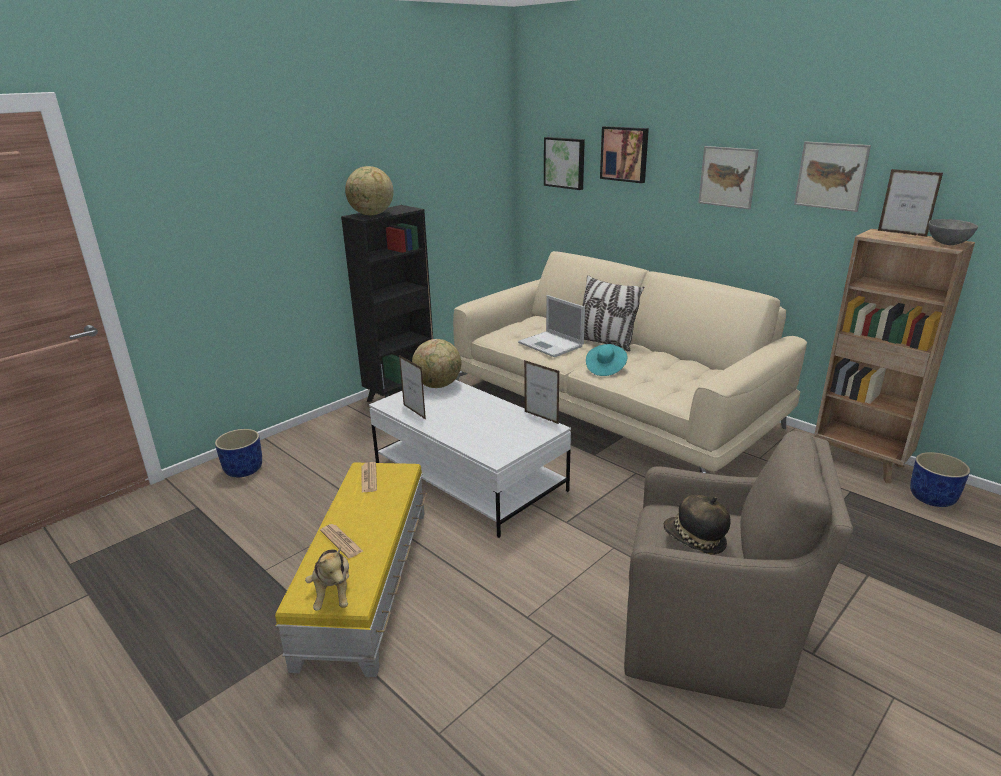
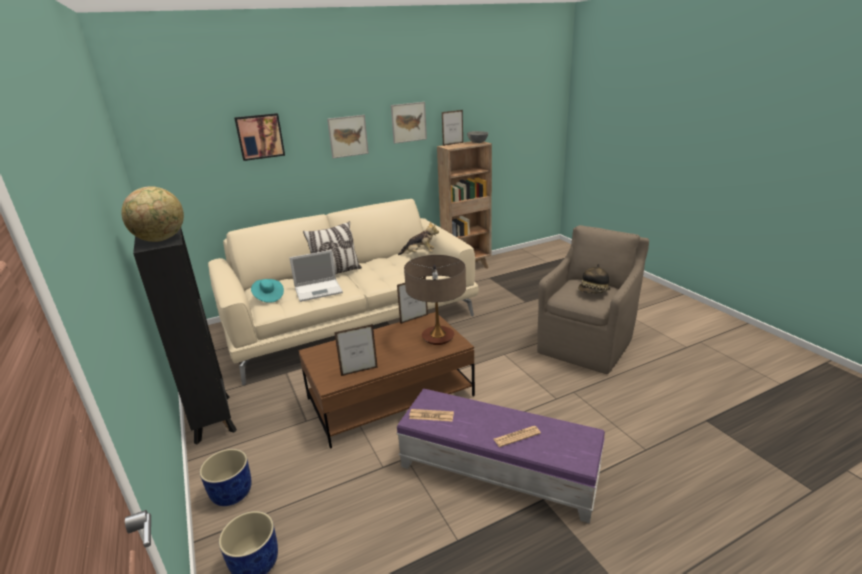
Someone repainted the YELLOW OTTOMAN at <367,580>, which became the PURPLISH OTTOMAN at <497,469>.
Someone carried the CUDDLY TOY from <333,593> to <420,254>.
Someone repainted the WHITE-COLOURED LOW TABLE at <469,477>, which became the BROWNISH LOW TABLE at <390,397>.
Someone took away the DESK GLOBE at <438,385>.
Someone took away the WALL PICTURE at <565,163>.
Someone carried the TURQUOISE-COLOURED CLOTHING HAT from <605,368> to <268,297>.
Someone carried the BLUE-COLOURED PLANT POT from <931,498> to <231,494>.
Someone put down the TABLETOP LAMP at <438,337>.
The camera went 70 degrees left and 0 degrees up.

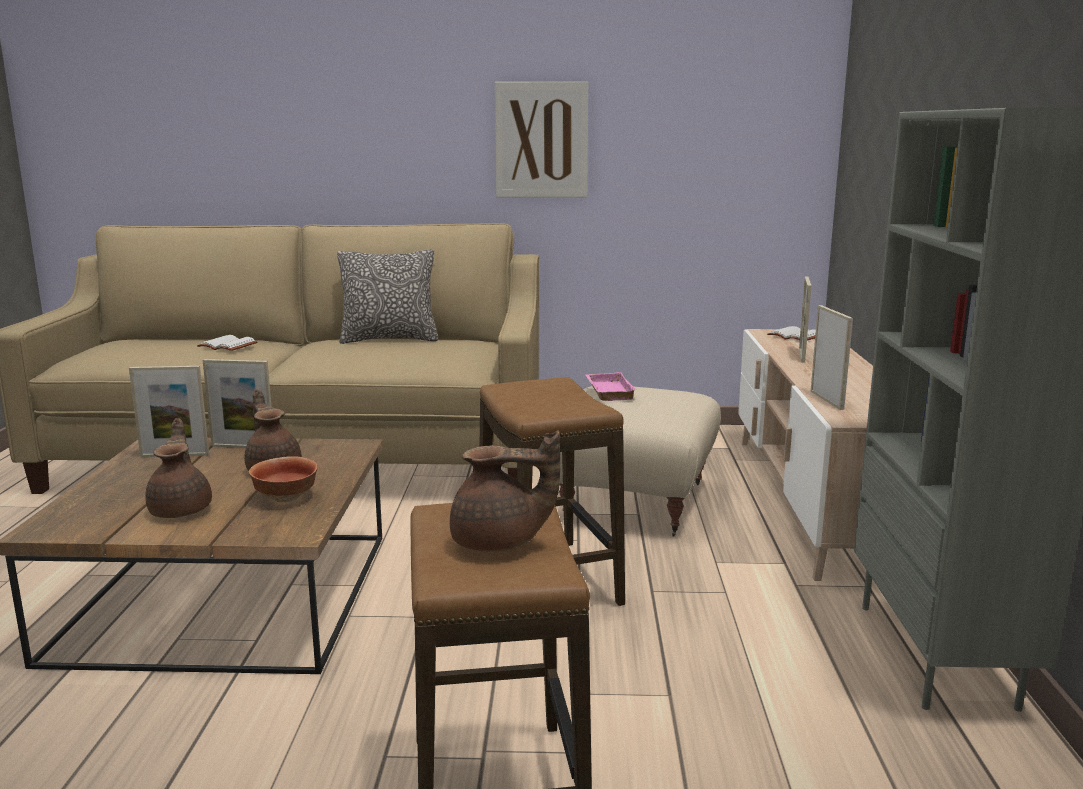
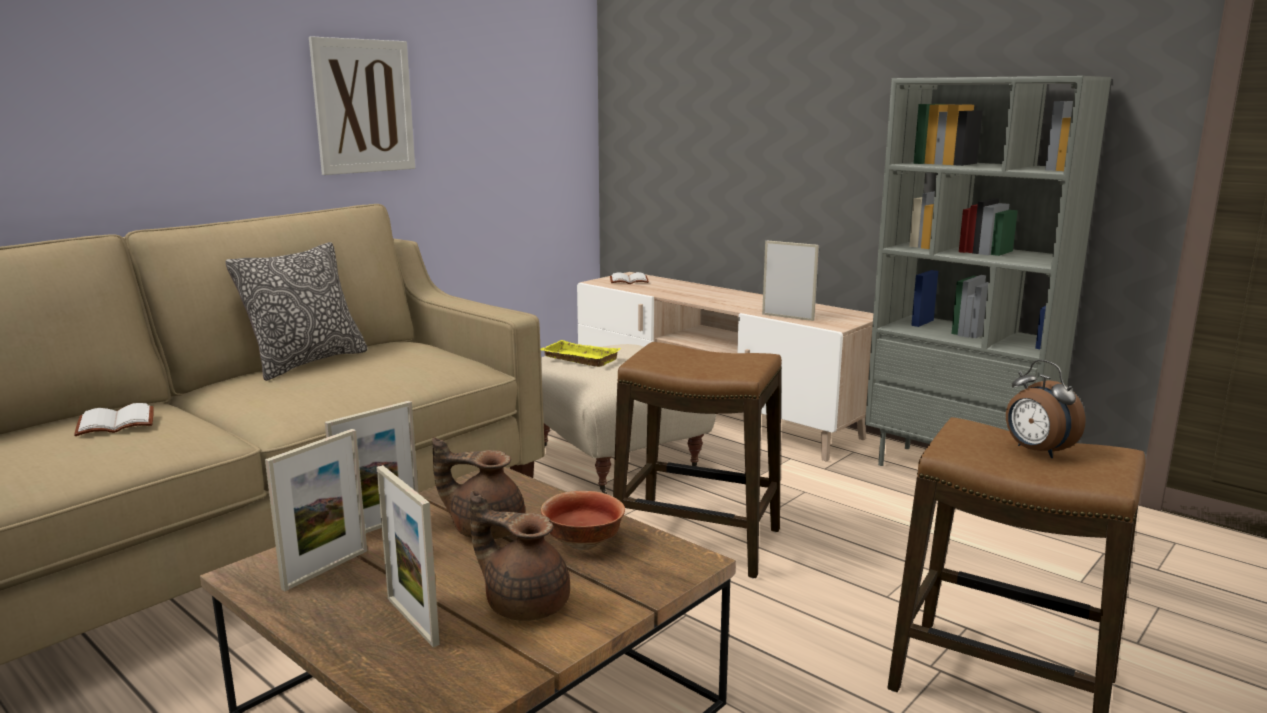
Someone swapped the BROWNISH POT FOR TEA at <499,543> for the BEDSIDE CLOCK at <1036,451>.
Someone repainted the PINKISH CARRYING TRAY at <607,391>, which became the YELLOW CARRYING TRAY at <577,359>.
Someone carried the PHOTO FRAME from <801,356> to <412,621>.
The camera went 50 degrees left and 0 degrees up.

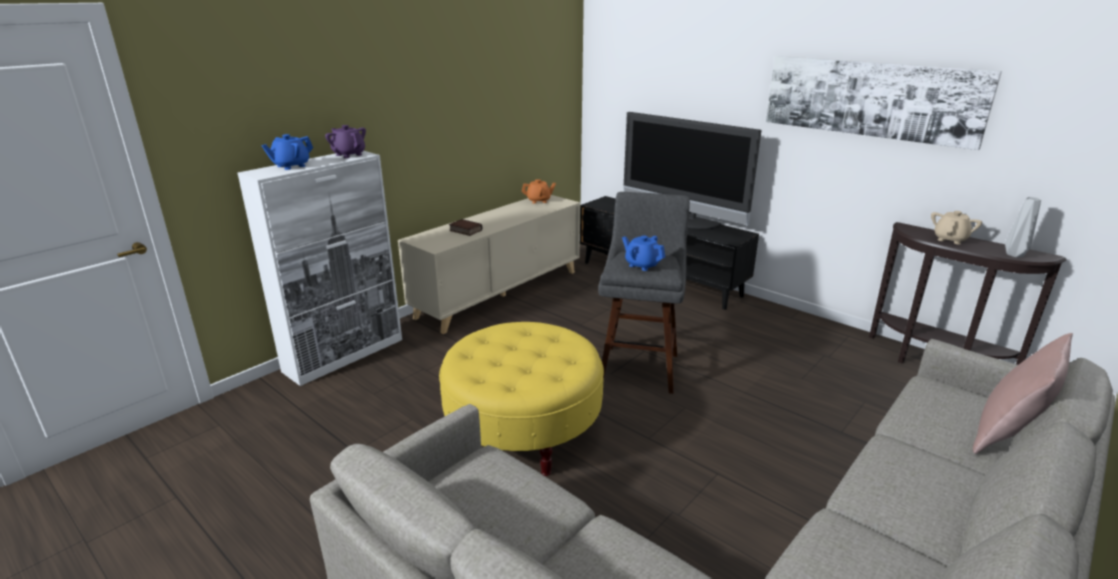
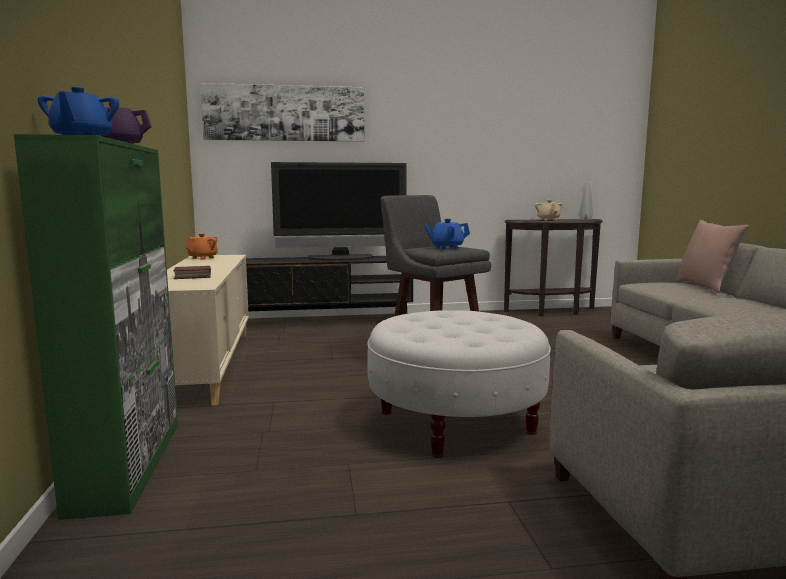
Someone repainted the WHITE-COLOURED CUPBOARD at <345,355>, which became the GREENISH CUPBOARD at <128,464>.
Someone repainted the YELLOW OTTOMAN at <523,430>, which became the WHITE-COLOURED OTTOMAN at <455,422>.
Someone carried the WALL PICTURE from <870,99> to <284,113>.
The camera went 50 degrees left and 15 degrees down.

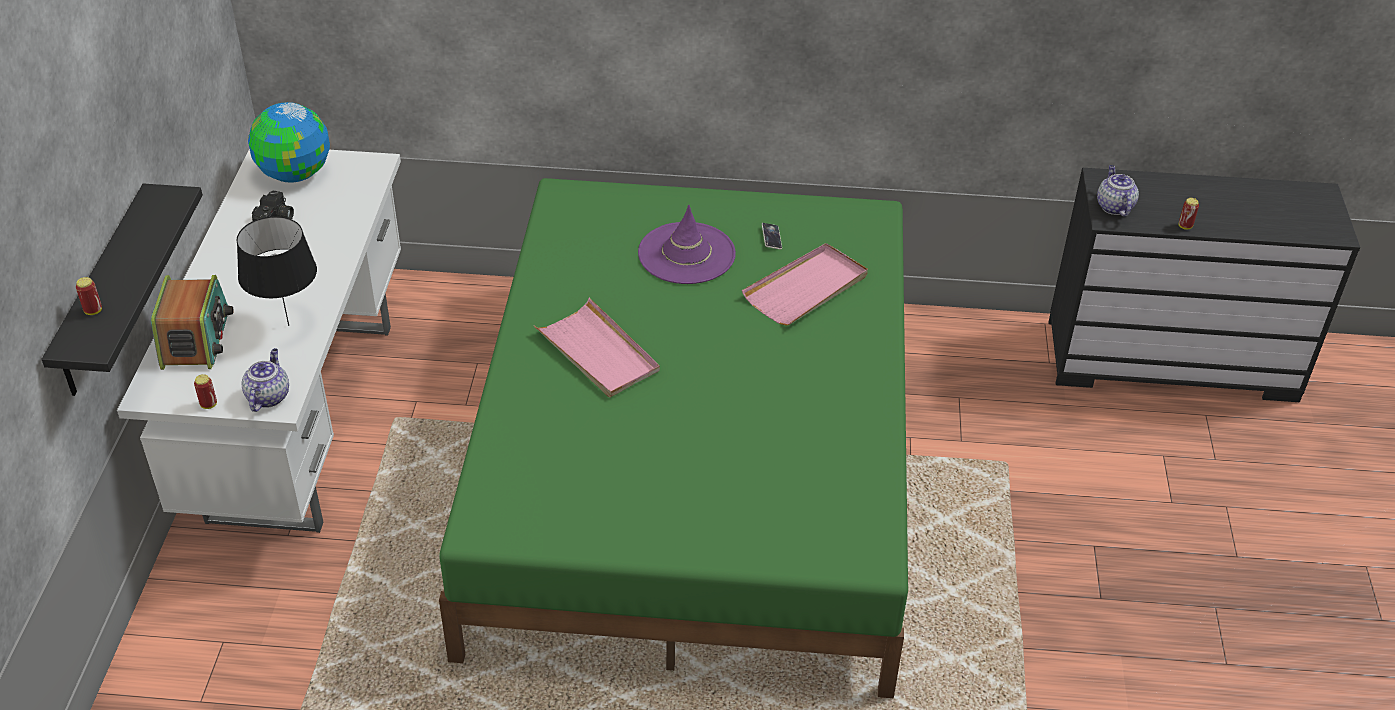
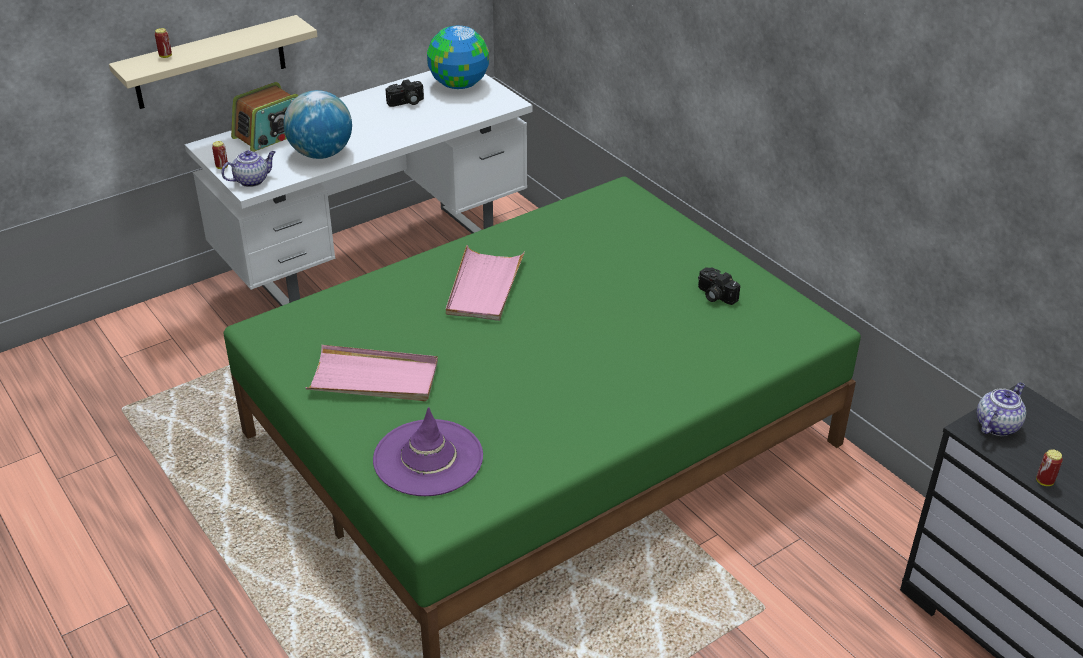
Someone repainted the BLACK SHELF at <103,293>, which became the BEIGE-COLOURED SHELF at <210,63>.
Someone swapped the BLACK TABLETOP LAMP at <287,325> for the DESK GLOBE at <321,154>.
Someone carried the PURPLISH CLOTHING HAT from <686,254> to <428,458>.
Someone carried the PINKISH CARRYING TRAY from <806,288> to <374,378>.
Someone swapped the HANDSET at <771,238> for the PHOTO CAMERA at <714,295>.
The camera went 50 degrees right and 5 degrees down.

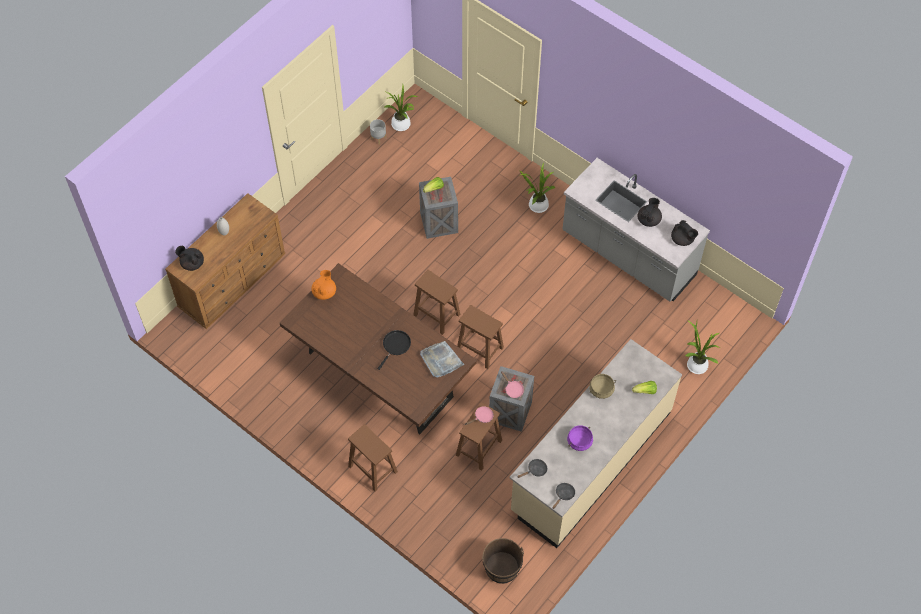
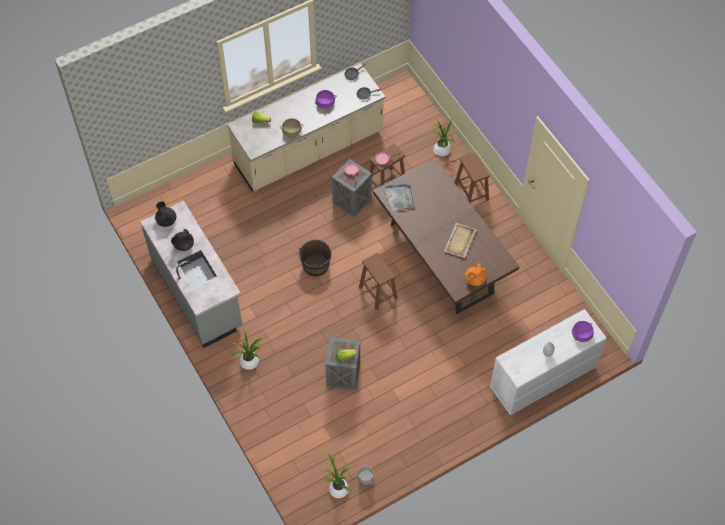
Someone repainted the BROWNISH DRESSER at <233,281>, which became the WHITE-COLOURED DRESSER at <542,378>.
Someone swapped the BLACK POT FOR TEA at <192,263> for the PURPLISH SAUCEPOT at <581,334>.
Someone took away the BLACK SKILLET at <395,346>.
Someone took away the BROWNISH STOOL SEAT at <480,349>.
Someone carried the BROWNISH WATER BUCKET from <502,568> to <316,265>.
Someone carried the POTTED PLANT from <696,364> to <442,151>.
Someone put down the BEIGE-COLOURED CARRYING TRAY at <460,241>.
The camera went 160 degrees left and 0 degrees up.

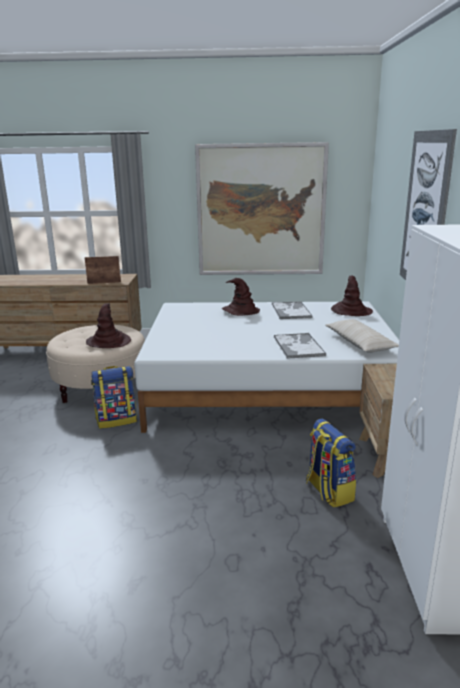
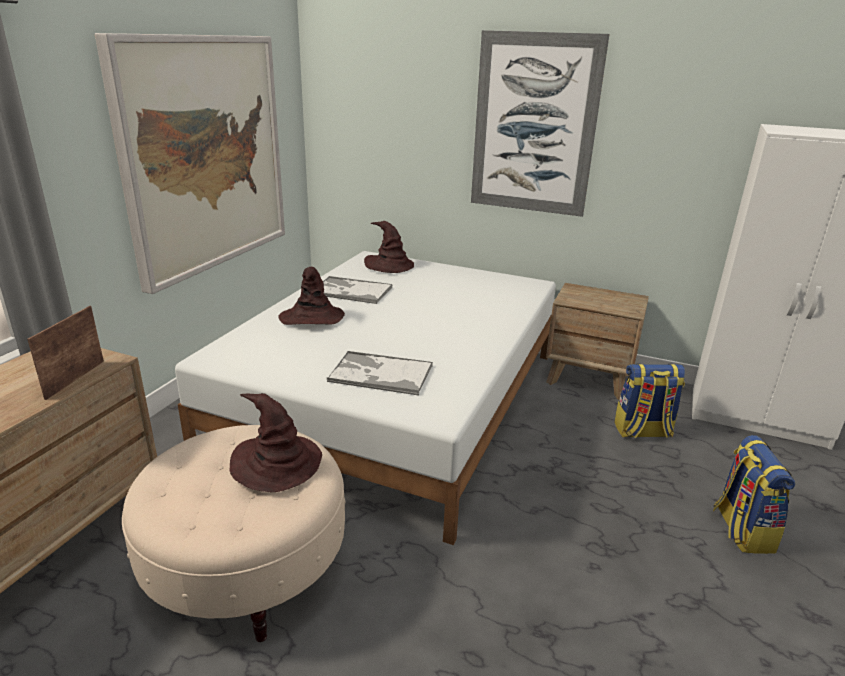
Someone carried the BACKPACK from <117,420> to <741,530>.
Someone carried the CARRYING TRAY from <298,346> to <380,374>.
Someone took away the BEIGE-COLOURED CUSHION at <359,343>.
The camera went 70 degrees left and 5 degrees up.

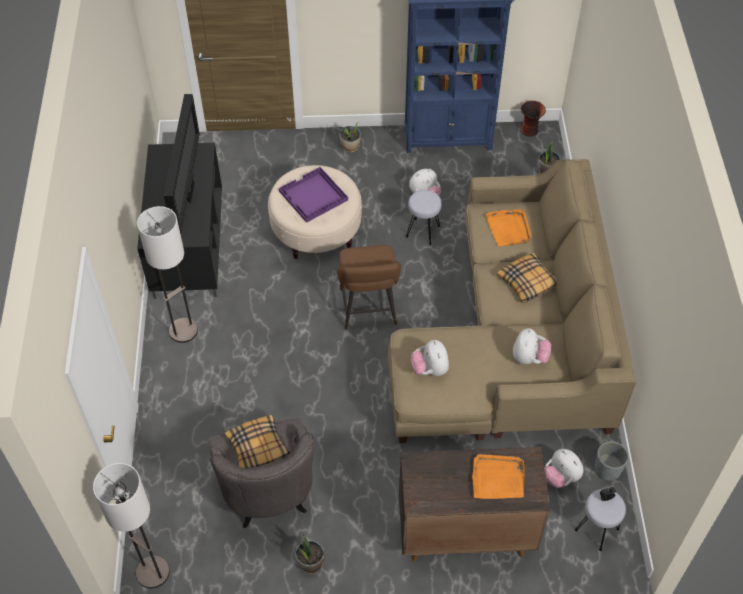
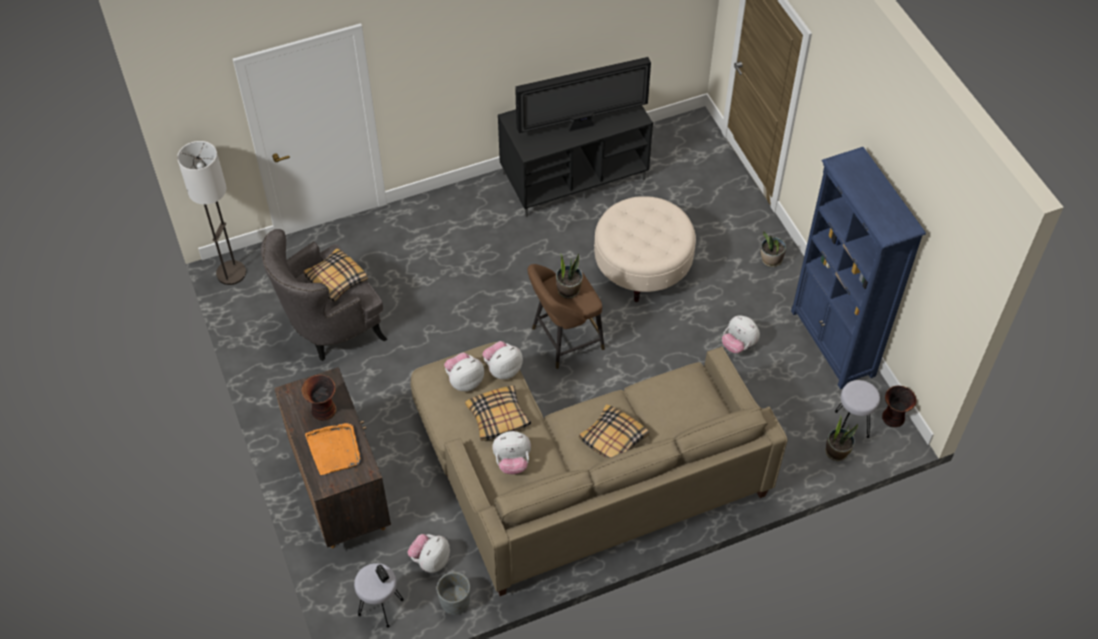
Someone took away the STANDING LAMP at <183,331>.
Someone took away the PURPLISH CARRYING TRAY at <313,196>.
Someone carried the POTTED PLANT from <310,563> to <568,290>.
Someone carried the GREY STOOL SEAT from <423,231> to <851,424>.
Someone took away the ORANGE-COLOURED CARRYING TRAY at <509,229>.
Someone put down the FLOWER VASE at <323,411>.
Someone put down the CUSHION at <498,418>.
Someone put down the CUDDLY TOY at <502,369>.
The camera went 70 degrees right and 0 degrees up.

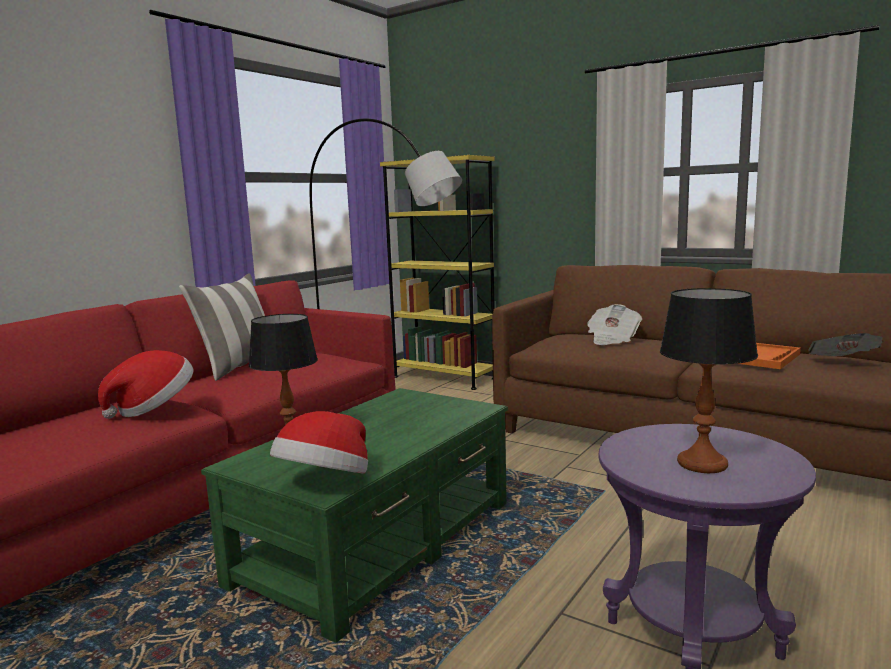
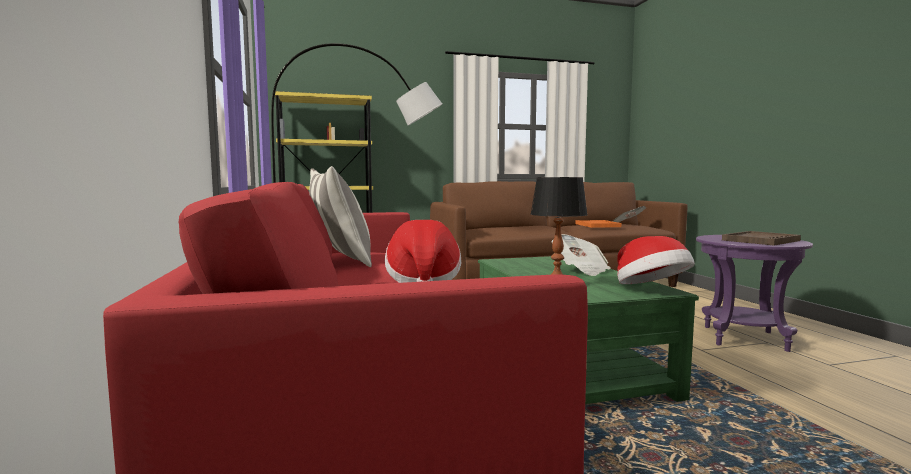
Someone carried the PRINTED PAPER from <612,339> to <580,270>.
Someone swapped the TABLETOP LAMP at <701,463> for the BROWNISH CARRYING TRAY at <760,240>.
The camera went 50 degrees left and 5 degrees down.

